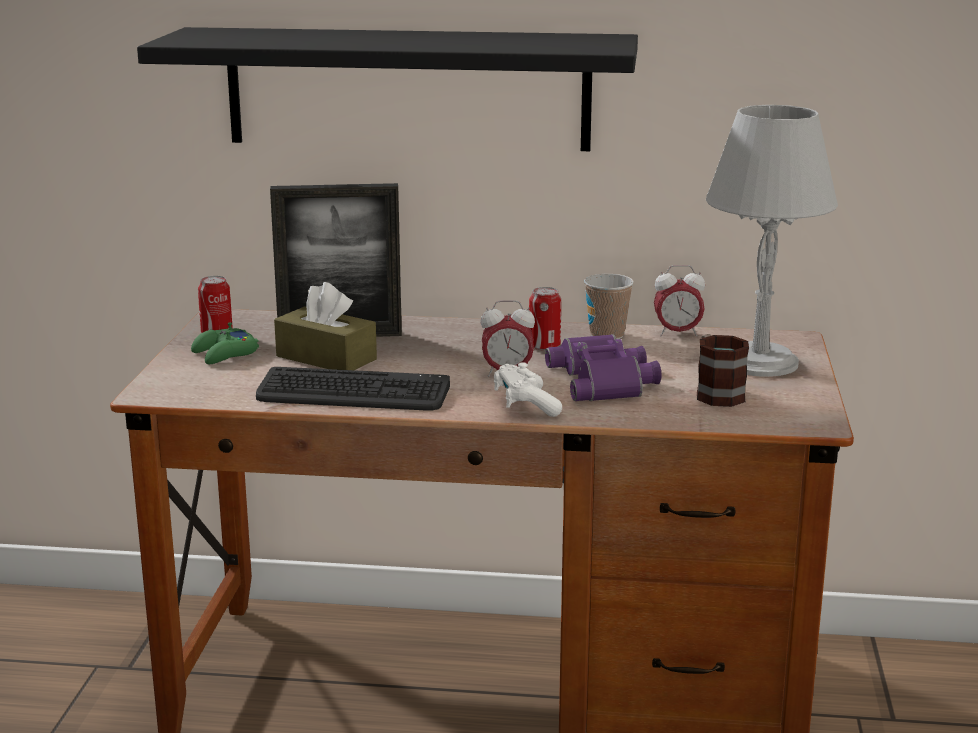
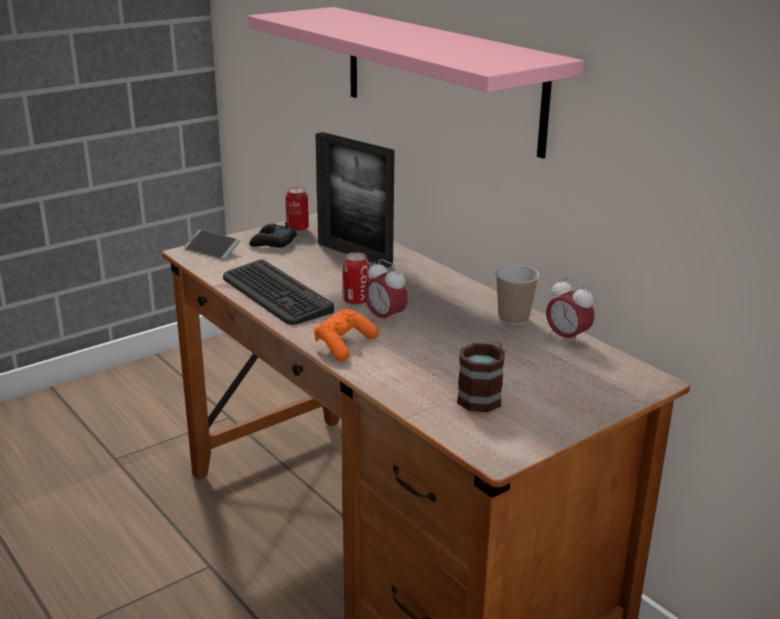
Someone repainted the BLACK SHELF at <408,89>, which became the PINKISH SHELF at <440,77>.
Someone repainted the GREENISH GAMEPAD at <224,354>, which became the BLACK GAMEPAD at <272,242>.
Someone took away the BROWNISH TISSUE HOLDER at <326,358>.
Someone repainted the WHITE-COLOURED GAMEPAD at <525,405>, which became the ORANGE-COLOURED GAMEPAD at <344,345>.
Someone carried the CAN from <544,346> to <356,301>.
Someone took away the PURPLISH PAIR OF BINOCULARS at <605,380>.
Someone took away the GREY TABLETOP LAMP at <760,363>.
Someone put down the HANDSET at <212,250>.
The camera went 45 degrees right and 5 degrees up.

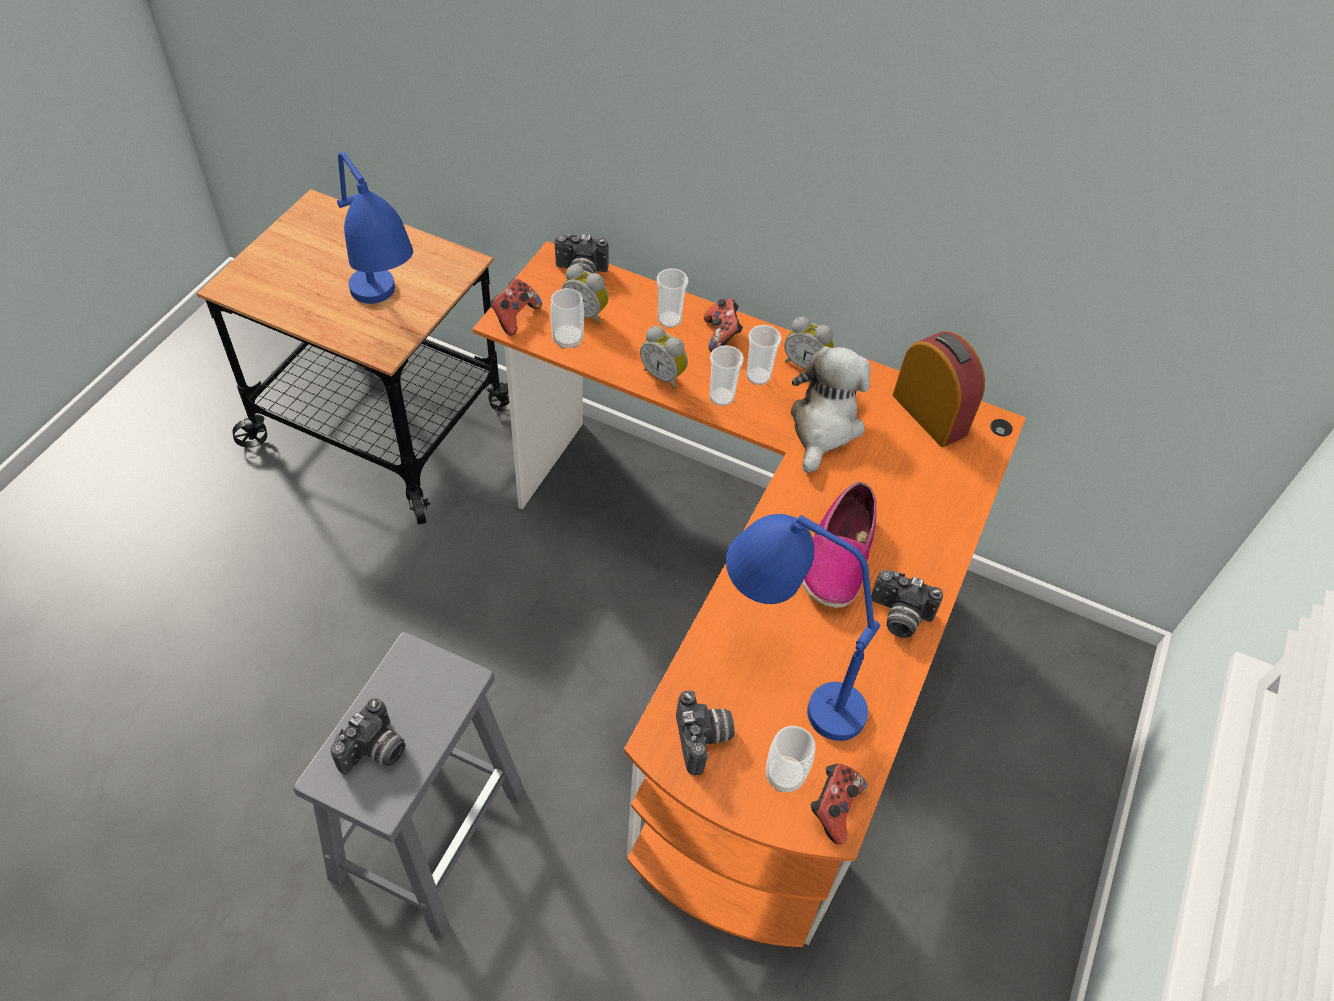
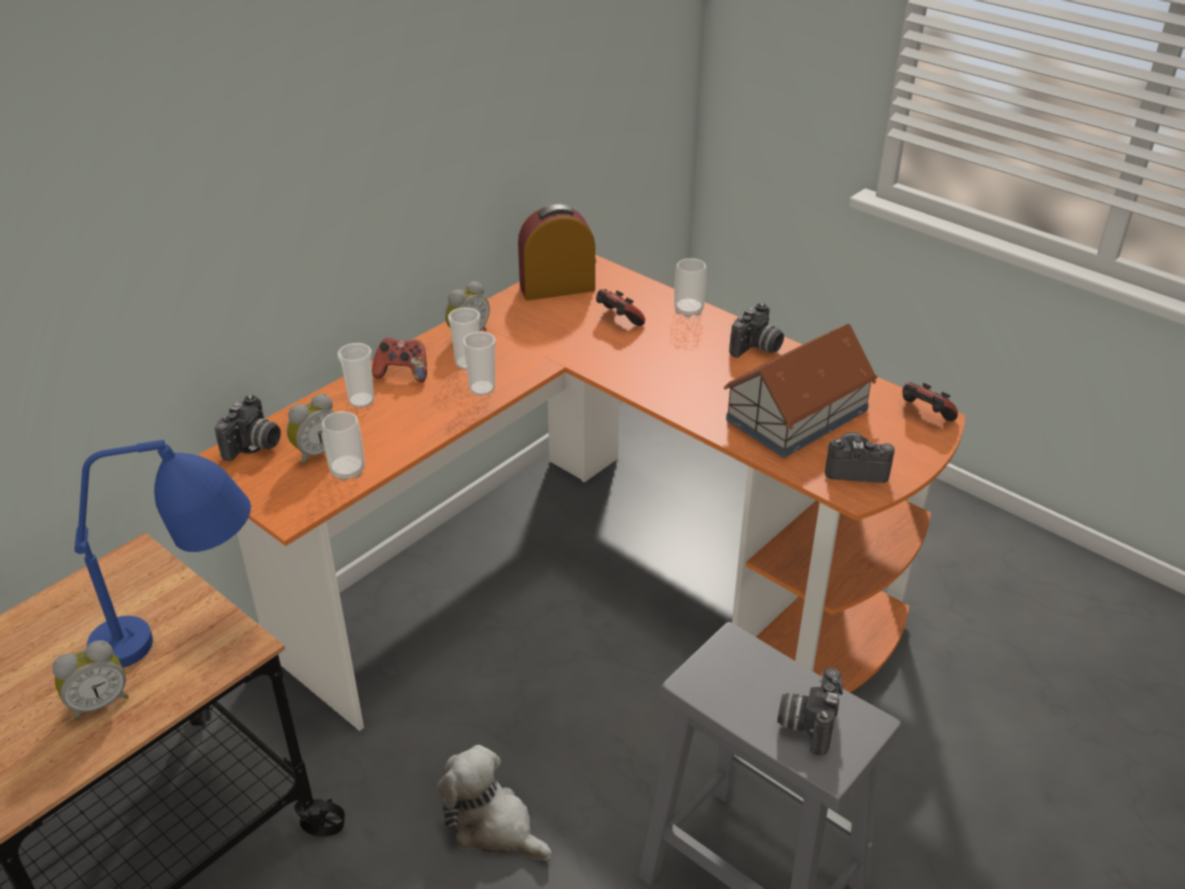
Someone rotated the PHOTO CAMERA at <375,752> by 120 degrees counterclockwise.
Someone carried the GAMEPAD from <515,317> to <618,320>.
Someone carried the BEDSIDE CLOCK from <664,375> to <99,702>.
Someone swapped the BLUE-COLOURED TABLETOP LAMP at <784,674> for the TOY HOUSE at <798,414>.
Someone carried the DRINKING CUP from <784,775> to <688,311>.
Someone carried the CUDDLY TOY from <823,427> to <492,825>.
Someone took away the ITEM OF FOOTWEAR at <838,556>.
The camera went 70 degrees left and 15 degrees down.

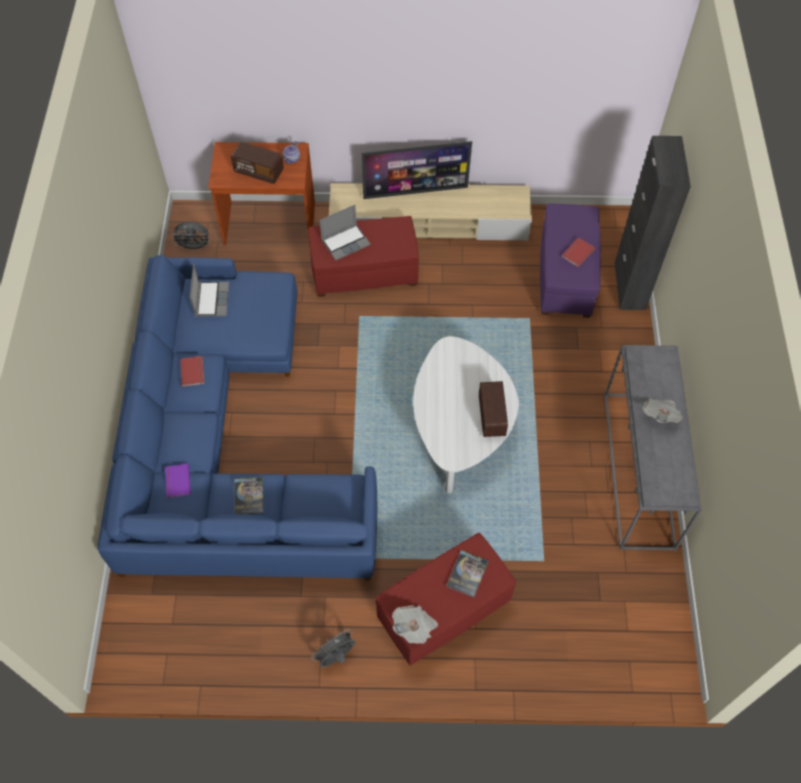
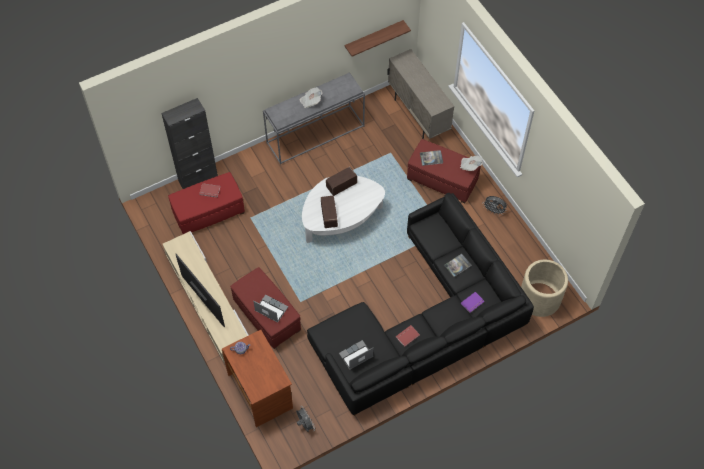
Someone repainted the BLUE-COLOURED SETTEE at <225,443>, which became the BLACK SETTEE at <424,322>.
Someone carried the RADIO RECEIVER from <259,172> to <329,216>.
Someone repainted the PURPLISH OTTOMAN at <565,276>, which became the REDDISH OTTOMAN at <209,213>.
Someone put up the SHELF at <373,38>.
Someone put down the BEIGE-COLOURED CUPBOARD at <418,115>.
Someone put down the BEIGE-COLOURED PLANT POT at <539,298>.
The camera went 120 degrees left and 0 degrees up.

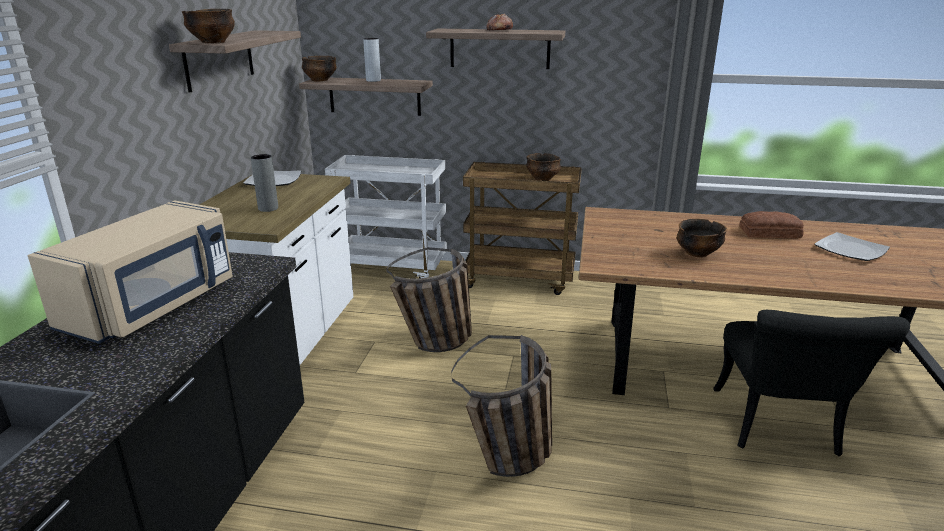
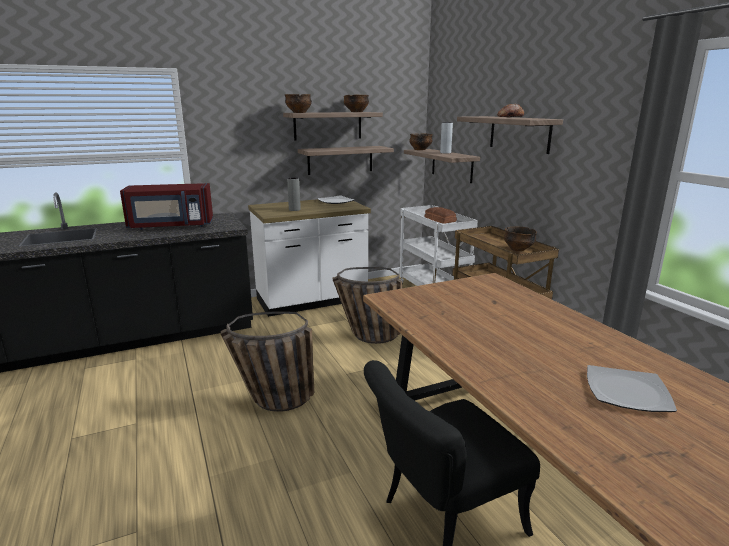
Someone repainted the BEIGE-COLOURED KITCHEN MICROWAVE at <155,305>, which became the REDDISH KITCHEN MICROWAVE at <171,226>.
Someone carried the BOWL from <697,254> to <356,112>.
Someone carried the BAKERY BREAD from <770,233> to <439,220>.
Someone put up the SHELF at <340,160>.
The camera went 55 degrees right and 5 degrees down.

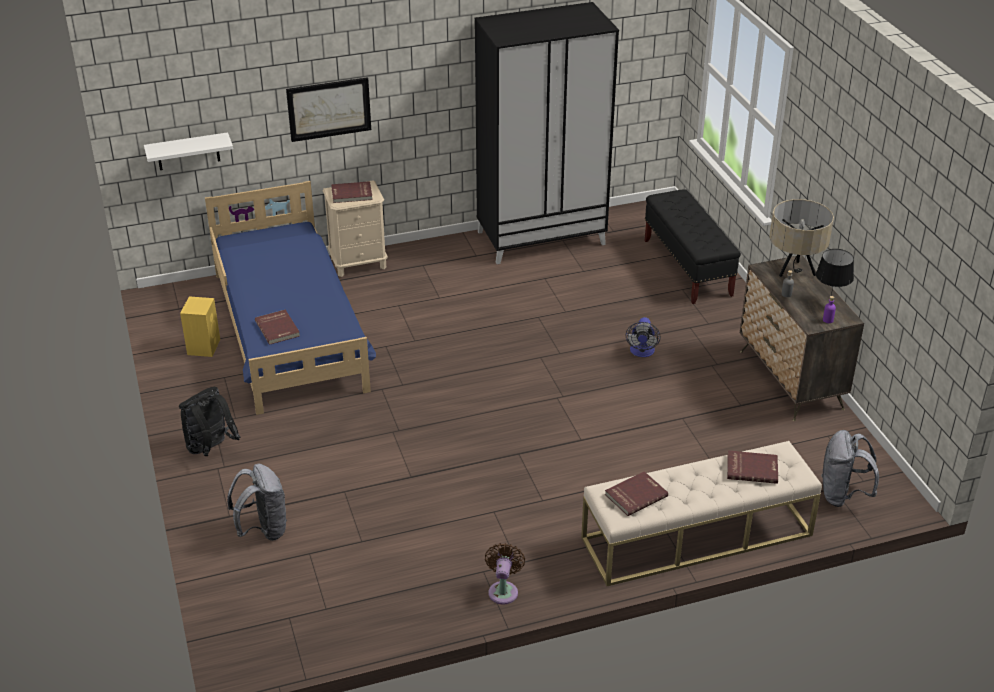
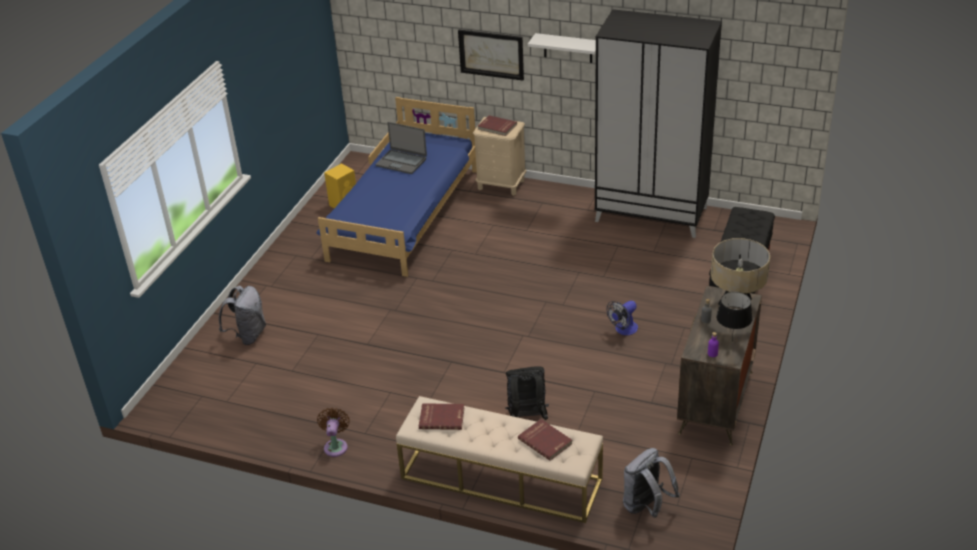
Someone carried the WHITE-COLOURED SHELF from <188,151> to <568,48>.
Someone carried the BLACK BACKPACK from <210,449> to <527,417>.
Someone took away the REDDISH VOLUME at <278,328>.
Someone rotated the BROWNISH ELECTRIC FAN at <503,590> by 45 degrees counterclockwise.
Someone put down the LAPTOP at <401,162>.
The camera went 40 degrees right and 0 degrees up.

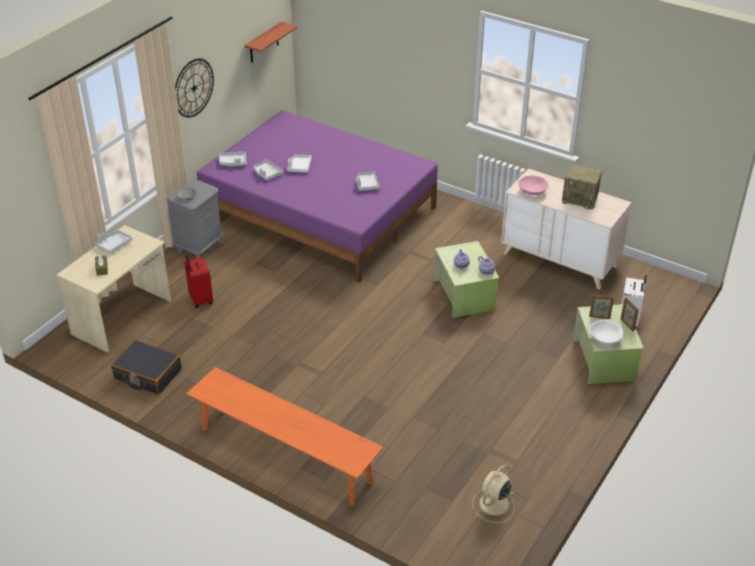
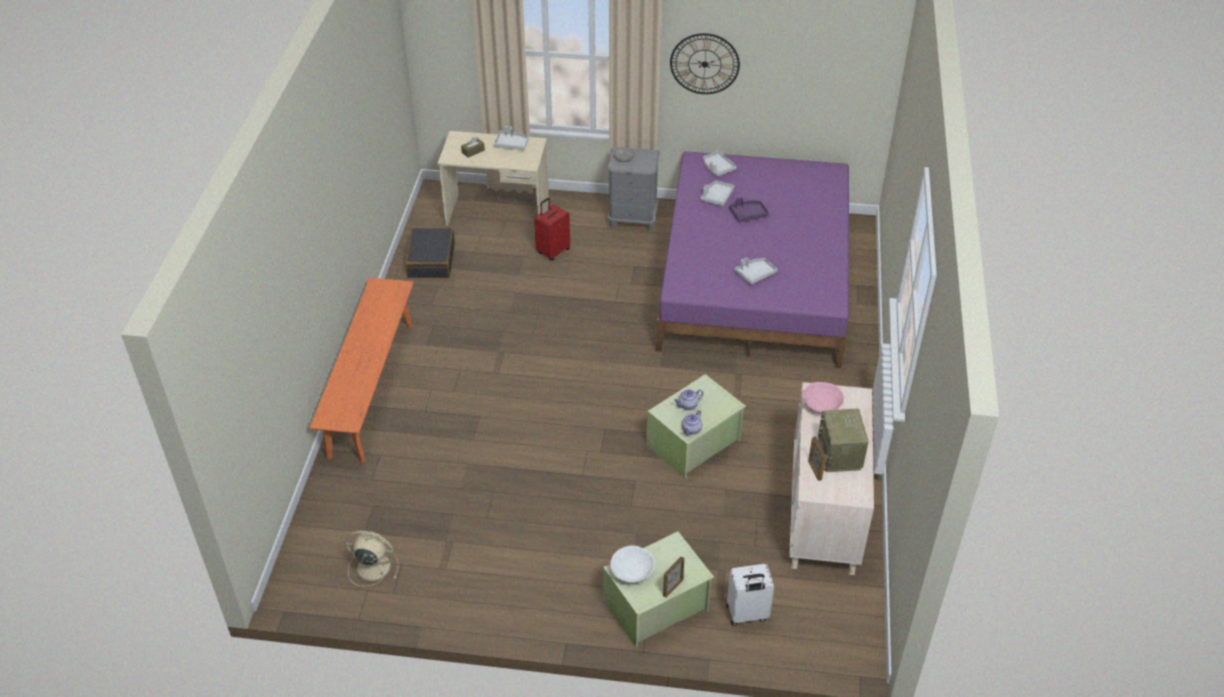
Someone took away the SHELF at <264,43>.
Someone repainted the WHITE-COLOURED CARRYING TRAY at <299,167>, which became the PURPLISH CARRYING TRAY at <748,214>.
Someone carried the PHOTO FRAME from <599,317> to <814,470>.
The camera went 65 degrees right and 5 degrees up.

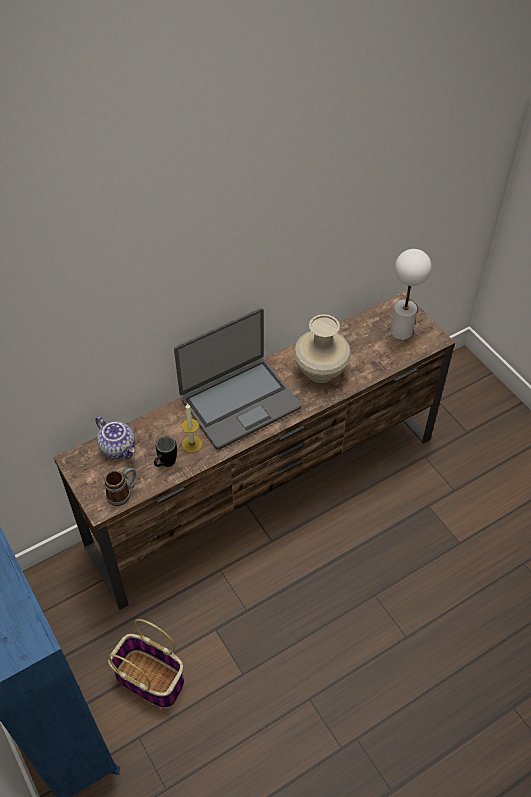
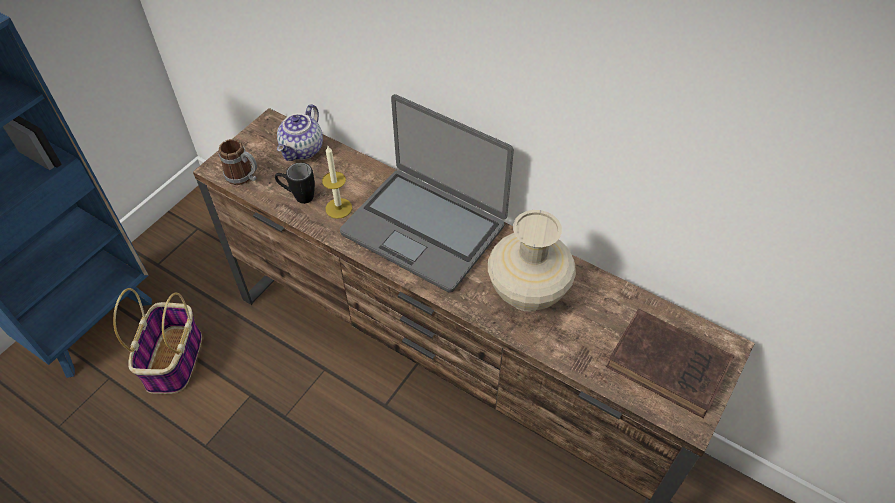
Someone swapped the WHITE-COLOURED TABLETOP LAMP at <401,331> for the BROWNISH VOLUME at <671,366>.
The camera went 65 degrees right and 0 degrees up.

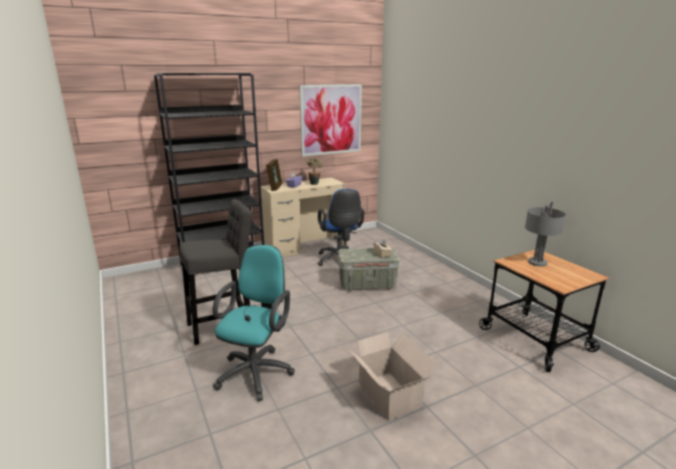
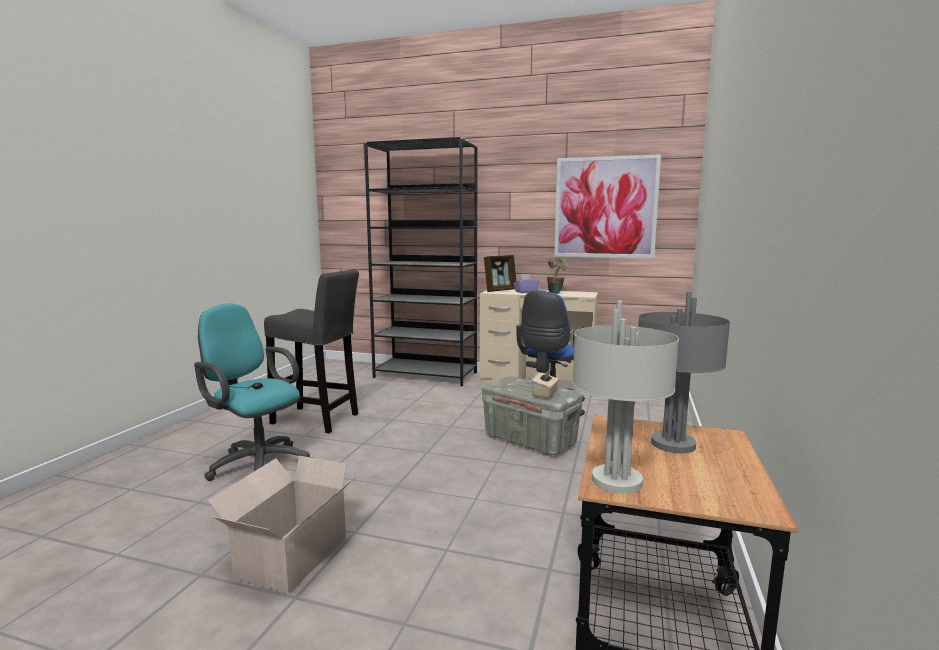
Someone rotated the TURQUOISE-COLOURED OFFICE CHAIR at <257,371> by 120 degrees counterclockwise.
Someone put down the GREY TABLETOP LAMP at <618,481>.
The camera went 45 degrees right and 10 degrees down.

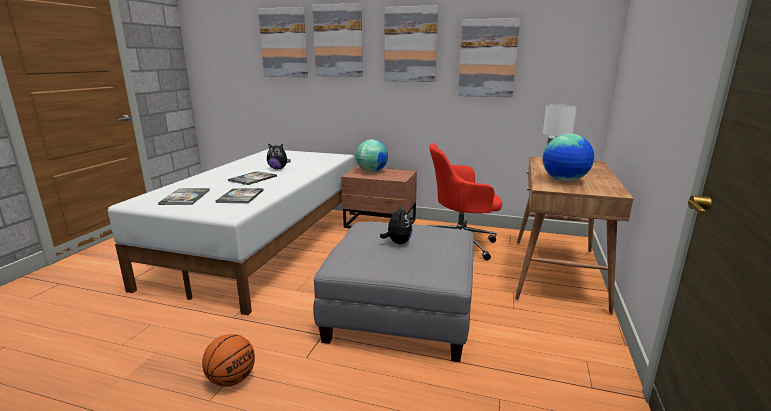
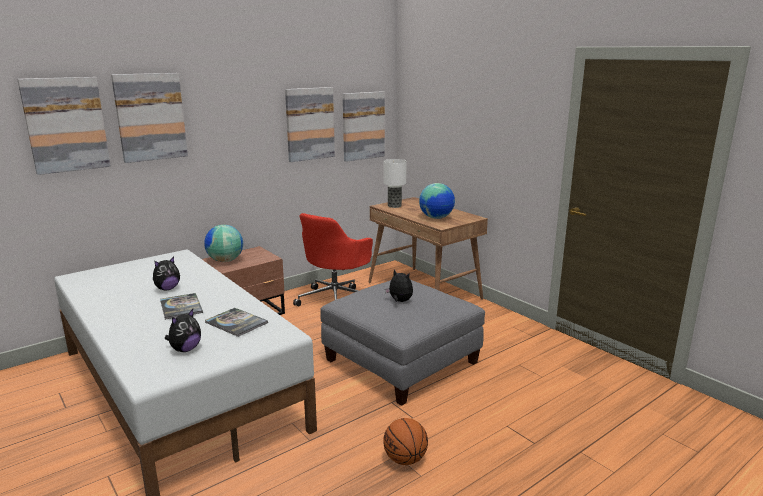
Someone swapped the VOLUME at <185,197> for the CUDDLY TOY at <185,349>.
Someone carried the WALL PICTURE from <410,45> to <363,126>.
The camera went 55 degrees left and 0 degrees up.

